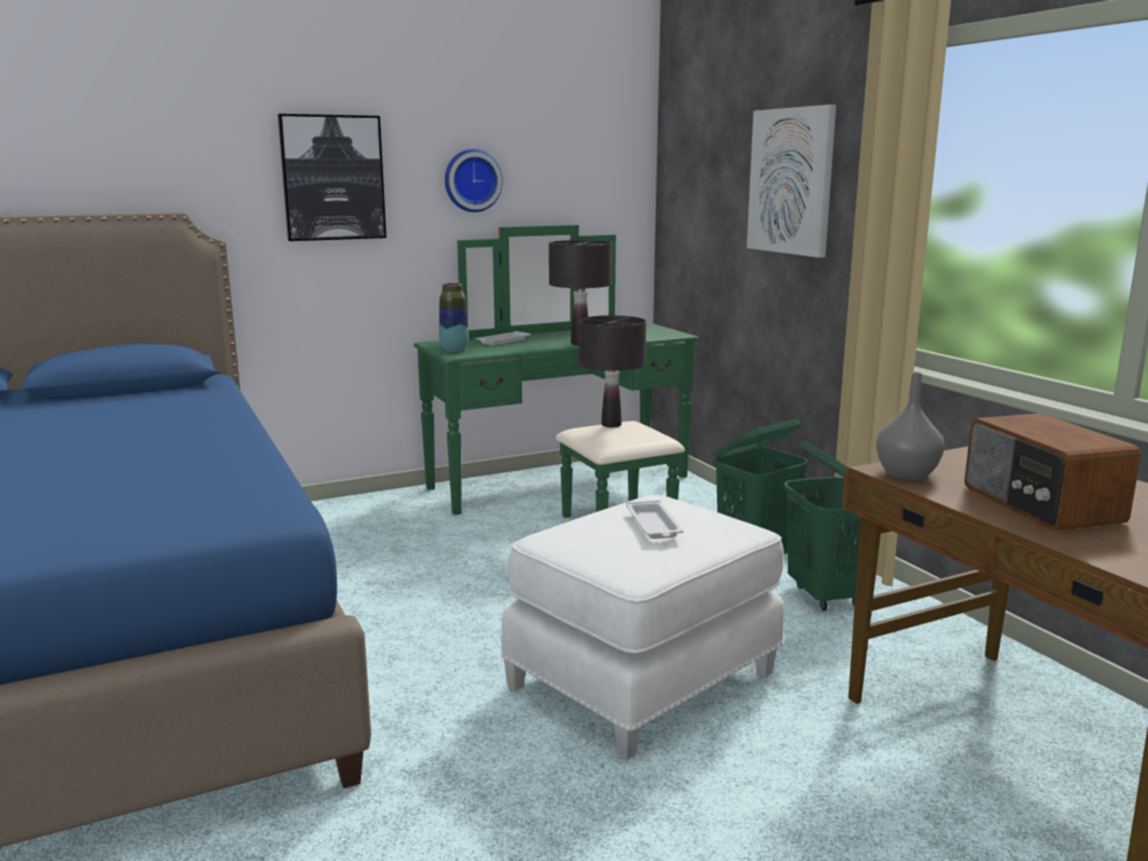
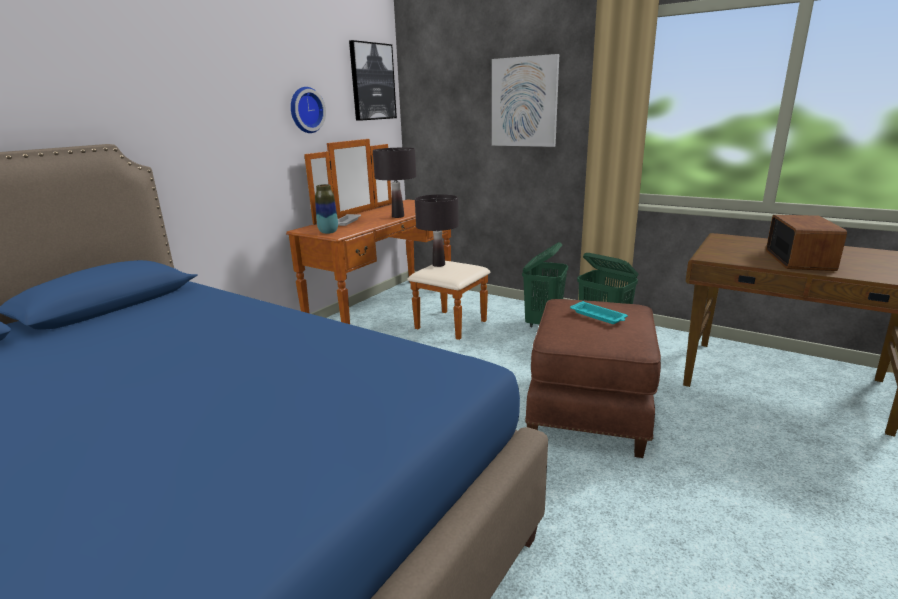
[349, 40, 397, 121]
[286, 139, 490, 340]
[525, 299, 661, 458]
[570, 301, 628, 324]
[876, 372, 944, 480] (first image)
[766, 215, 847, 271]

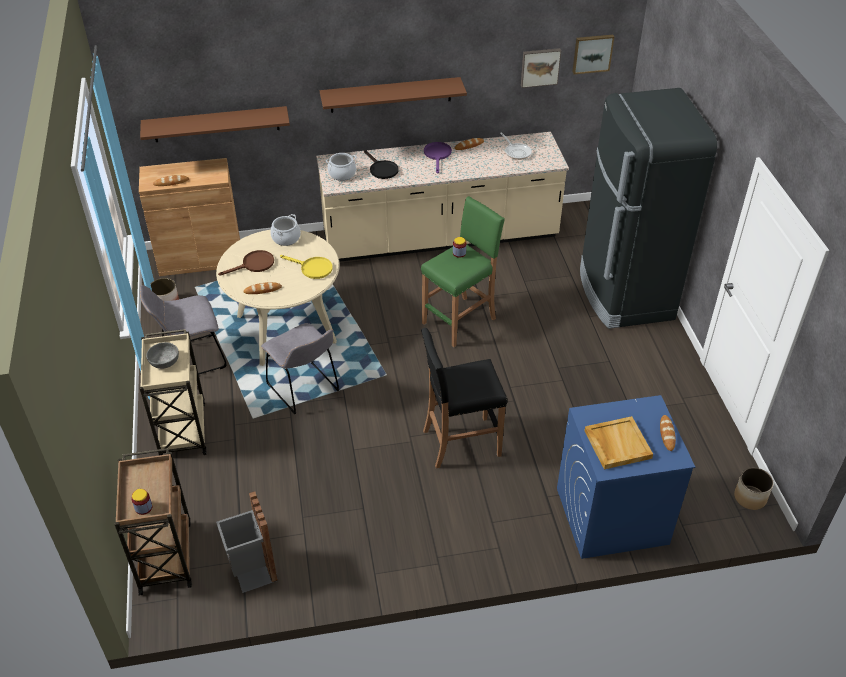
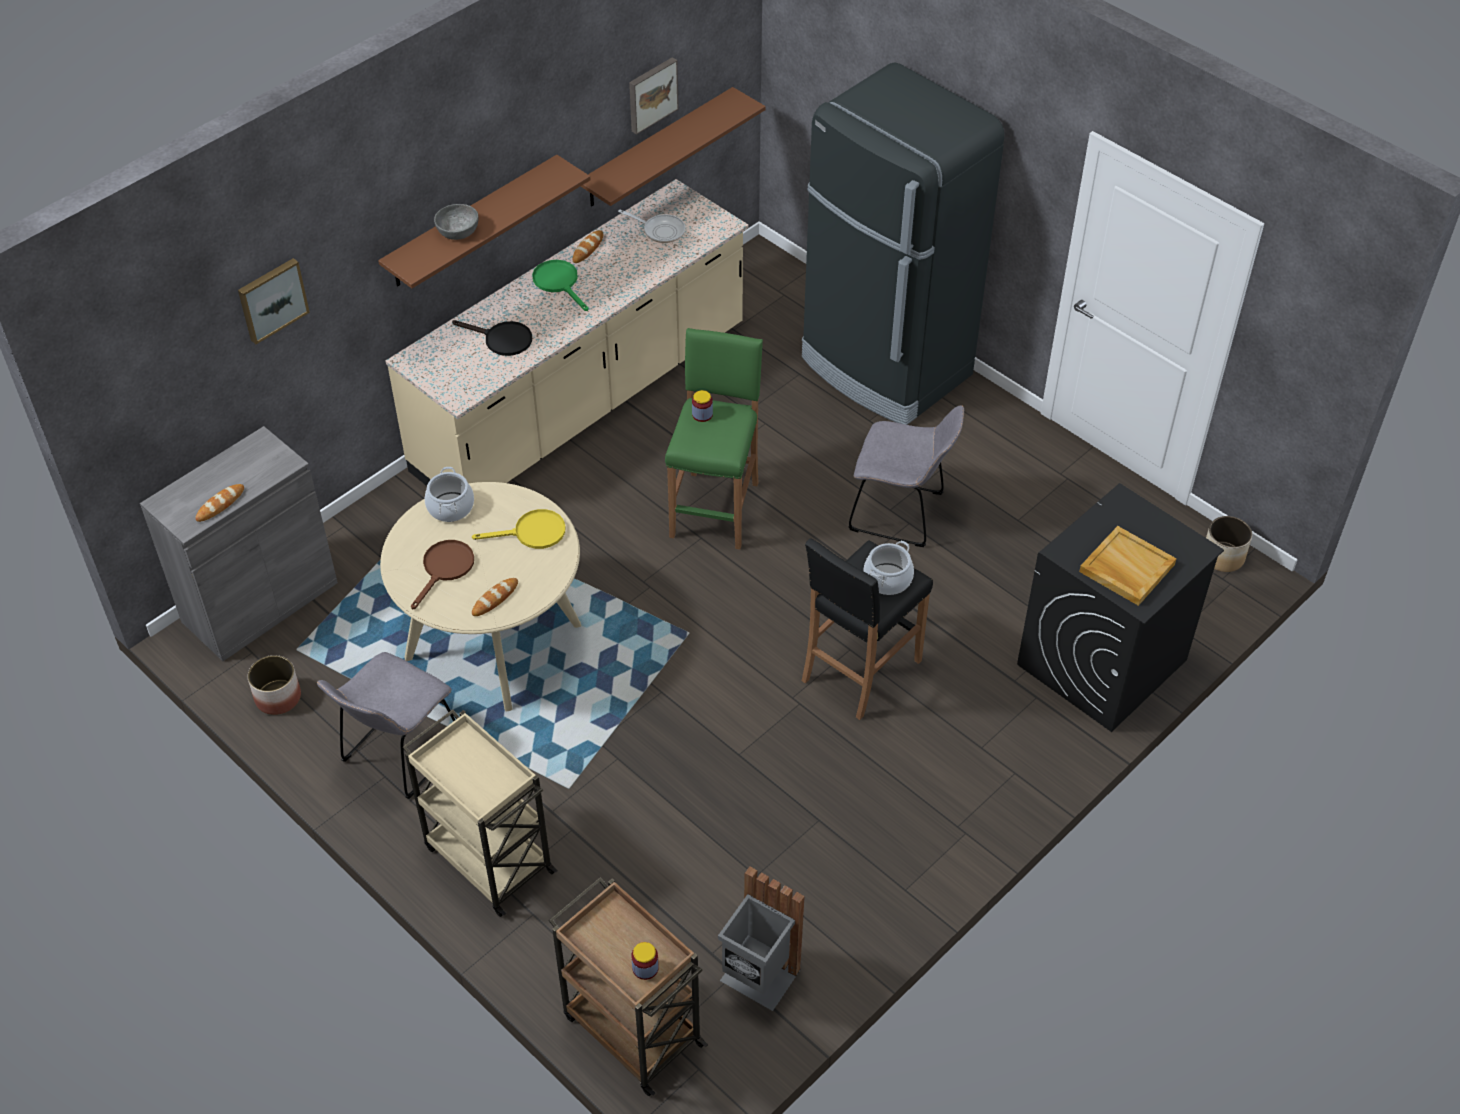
[140, 426, 338, 661]
[581, 87, 766, 206]
[434, 204, 479, 240]
[849, 405, 964, 547]
[863, 541, 914, 595]
[532, 260, 588, 311]
[1017, 483, 1224, 732]
[238, 258, 310, 344]
[660, 415, 676, 451] (first image)

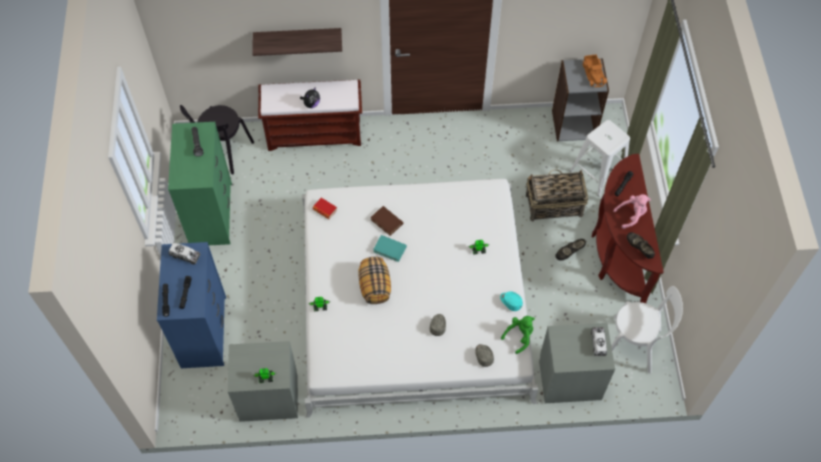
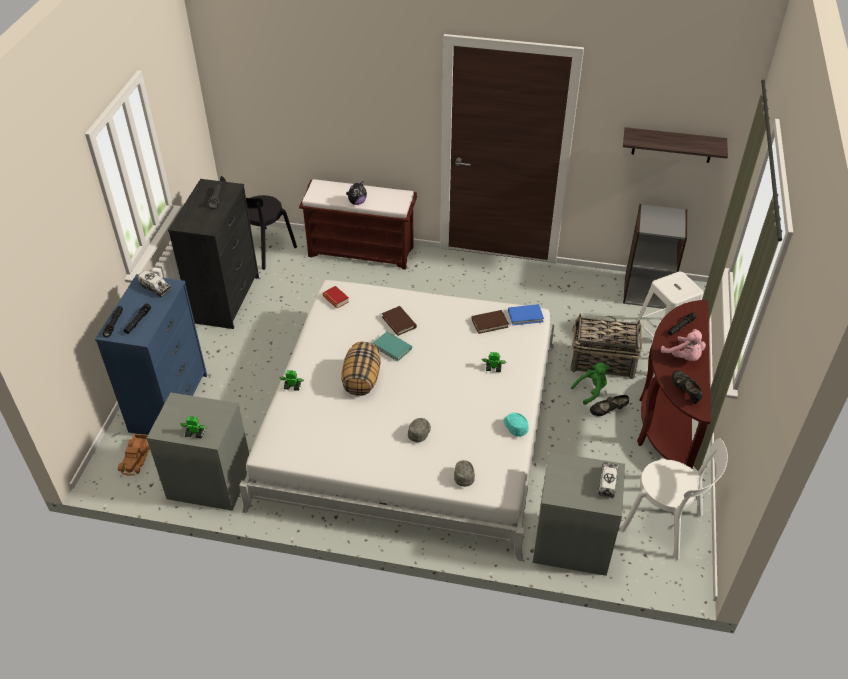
[168, 179, 259, 329]
[623, 127, 728, 163]
[571, 362, 610, 405]
[118, 434, 150, 475]
[661, 329, 706, 361]
[471, 310, 509, 334]
[508, 304, 544, 325]

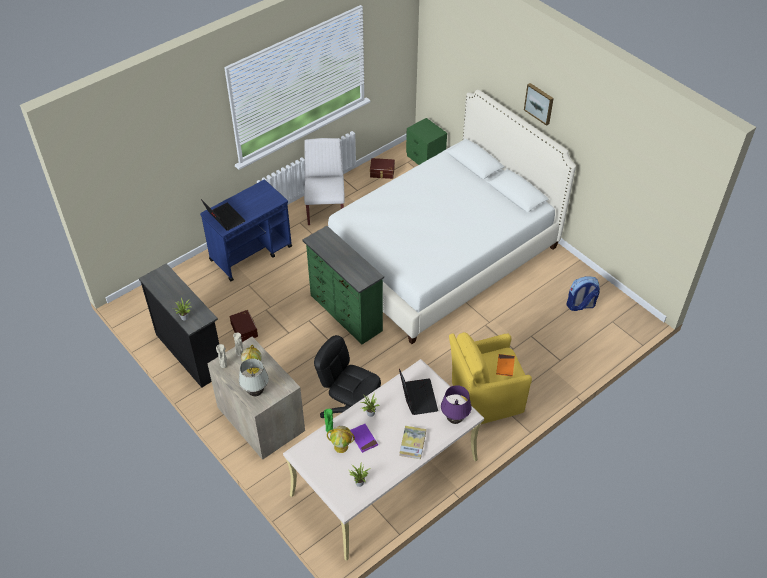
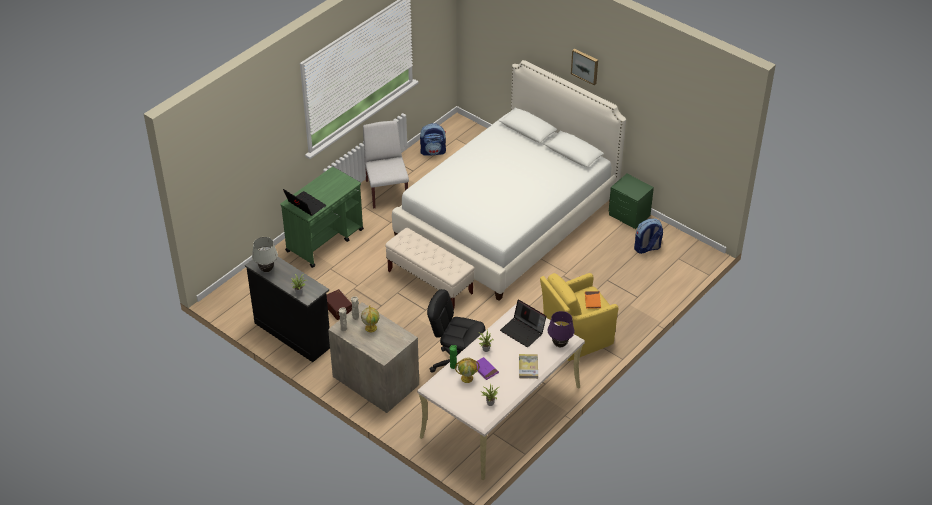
[280, 167, 364, 268]
[252, 237, 278, 272]
[385, 228, 475, 309]
[420, 123, 446, 156]
[500, 299, 546, 347]
[609, 174, 654, 229]

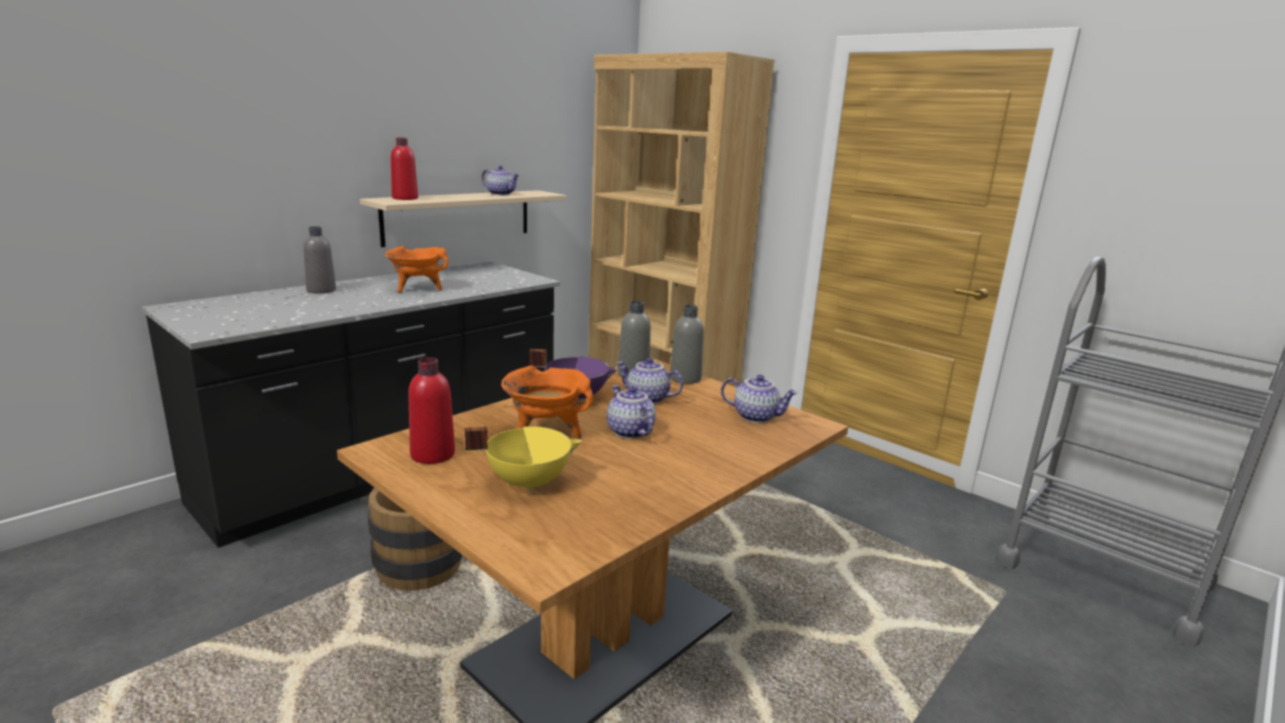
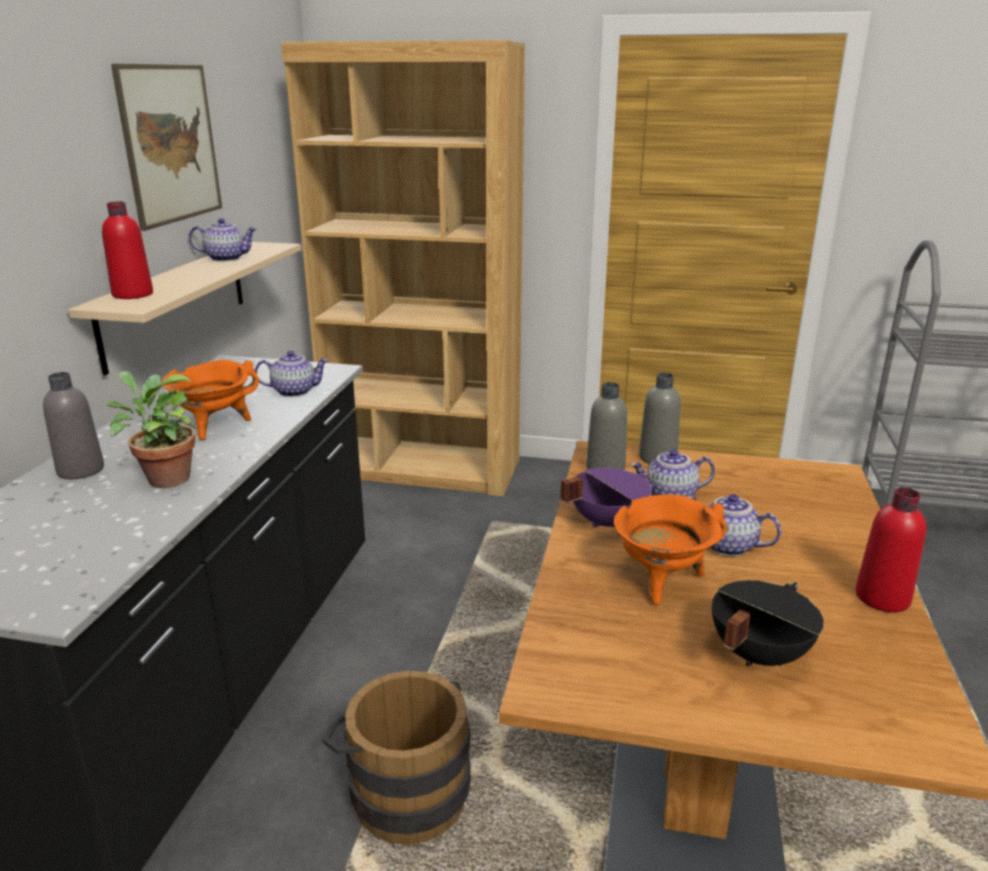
[856, 487, 926, 612]
[712, 580, 824, 667]
[254, 351, 329, 397]
[106, 371, 199, 488]
[111, 64, 222, 231]

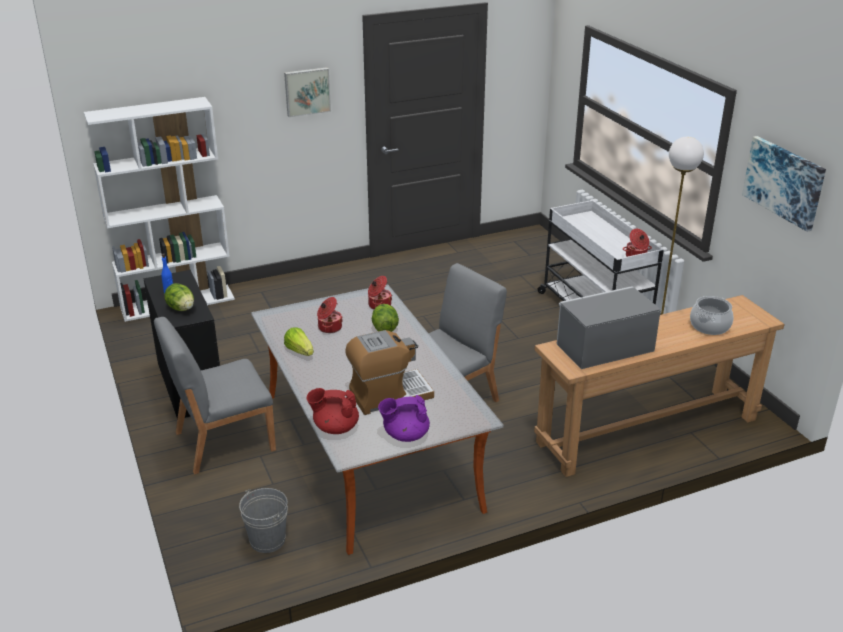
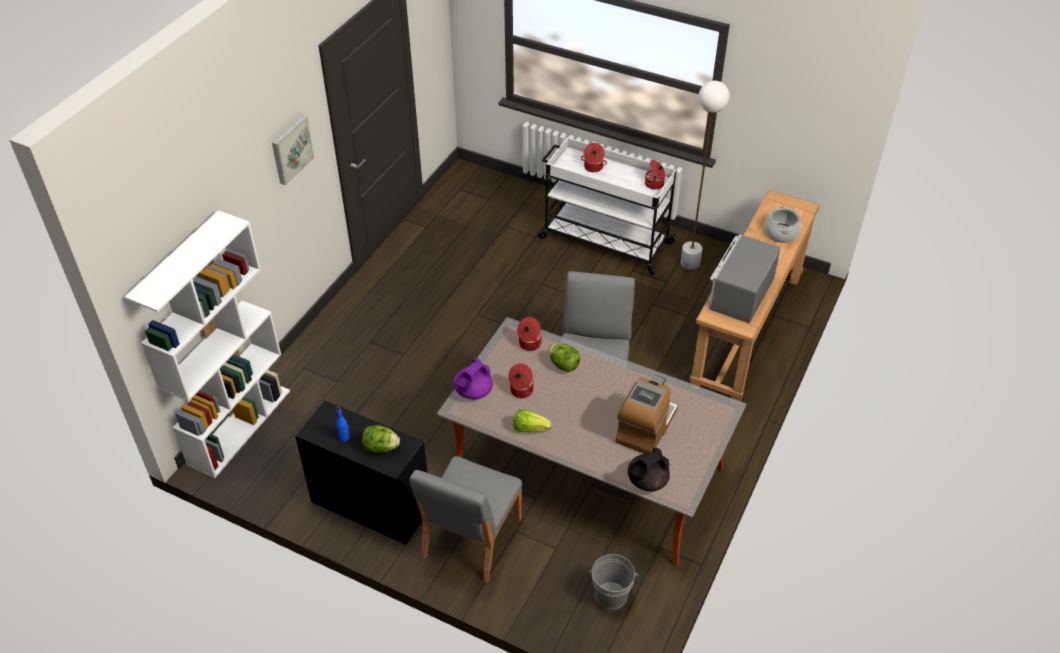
[628, 447, 670, 491]
[454, 358, 493, 399]
[742, 136, 826, 232] (first image)
[581, 143, 607, 172]

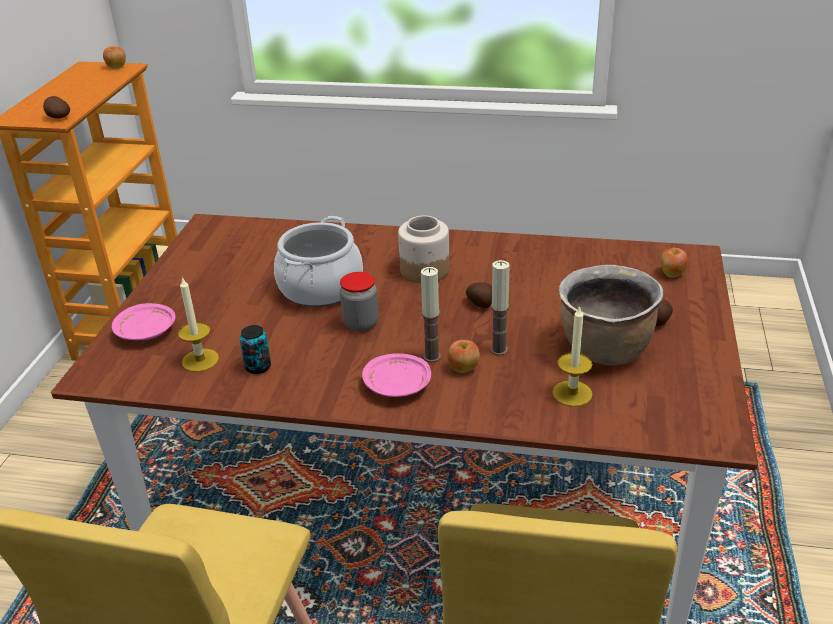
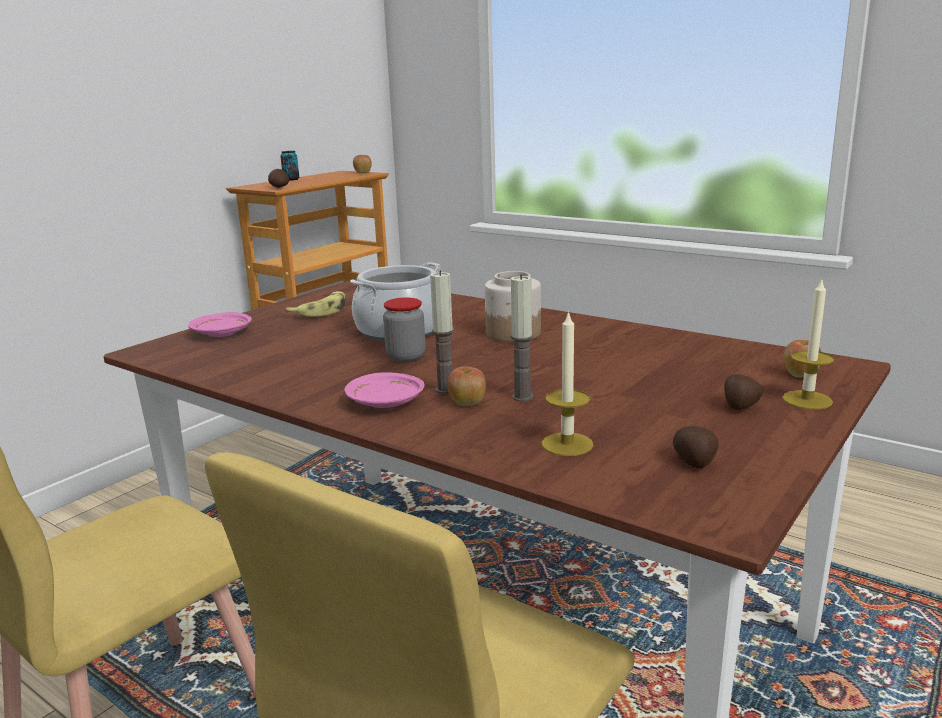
[782, 277, 835, 409]
[280, 151, 299, 181]
[673, 426, 719, 468]
[559, 265, 663, 365] (first image)
[285, 291, 345, 317]

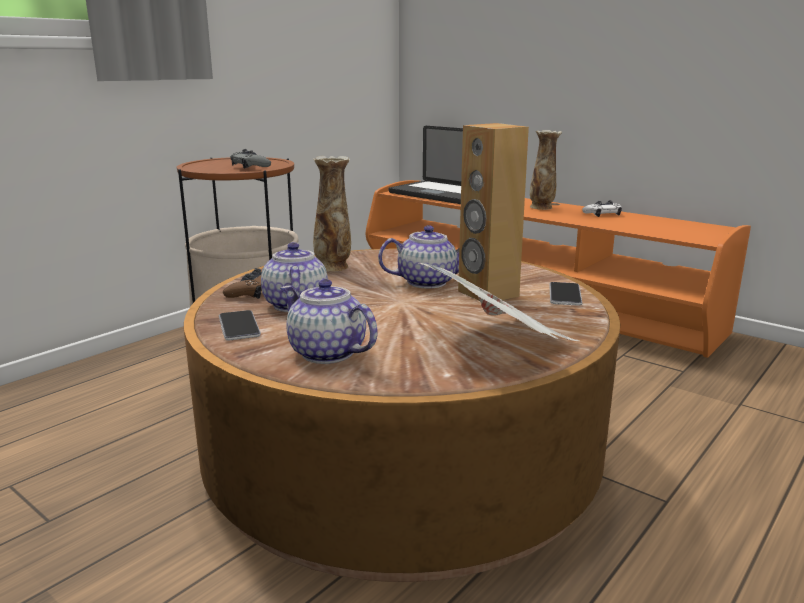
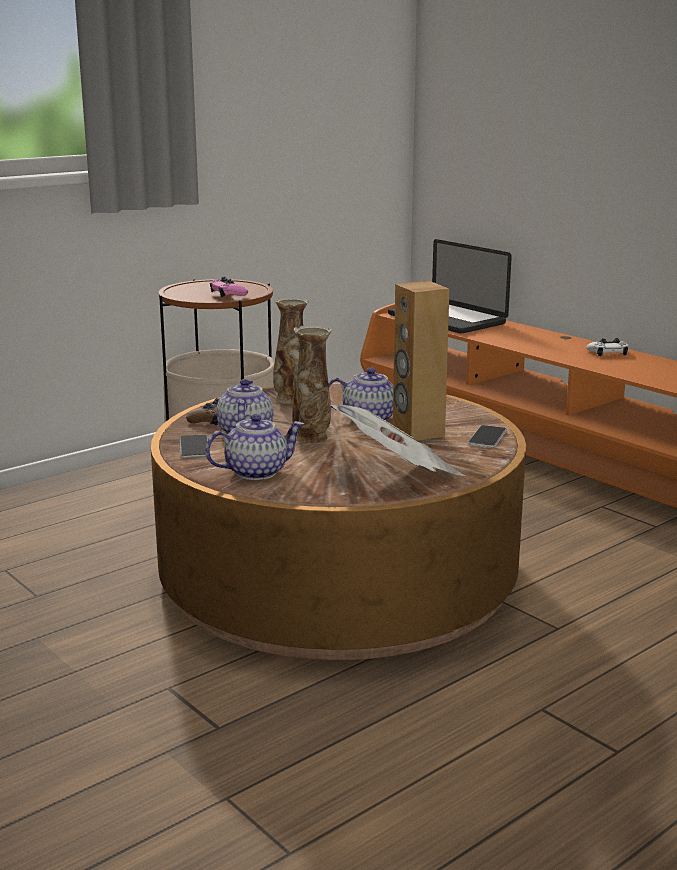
[210, 276, 248, 297]
[205, 414, 304, 480]
[292, 325, 332, 444]

